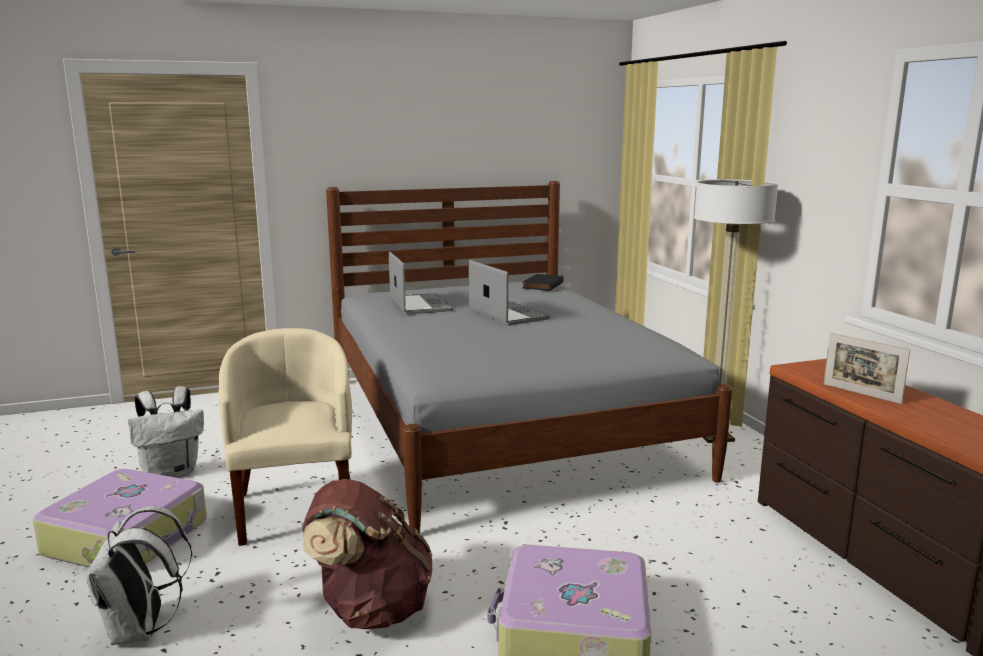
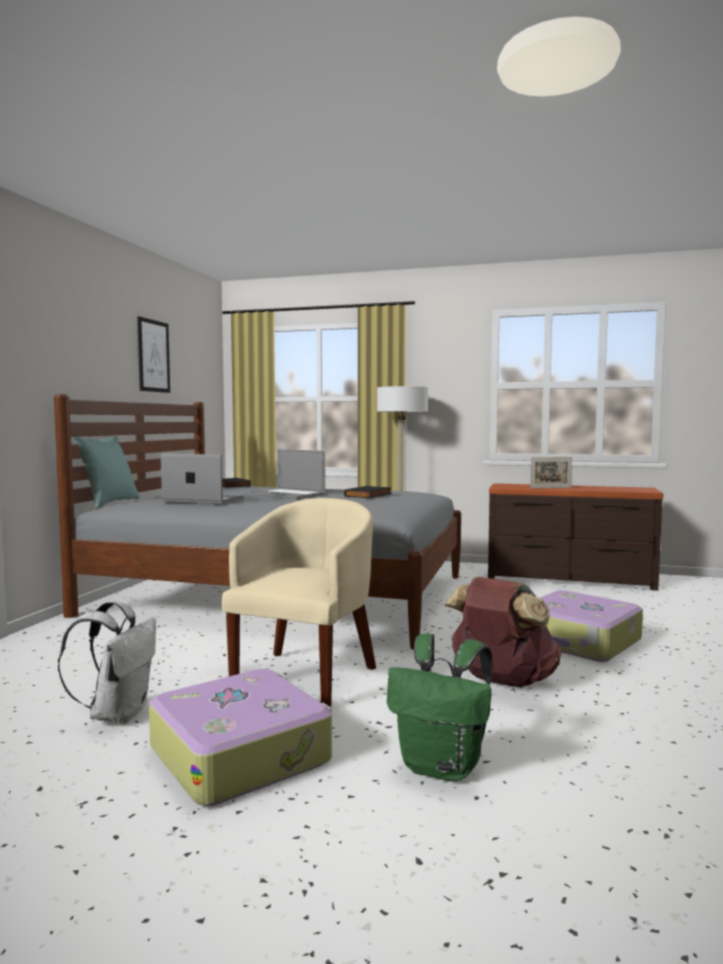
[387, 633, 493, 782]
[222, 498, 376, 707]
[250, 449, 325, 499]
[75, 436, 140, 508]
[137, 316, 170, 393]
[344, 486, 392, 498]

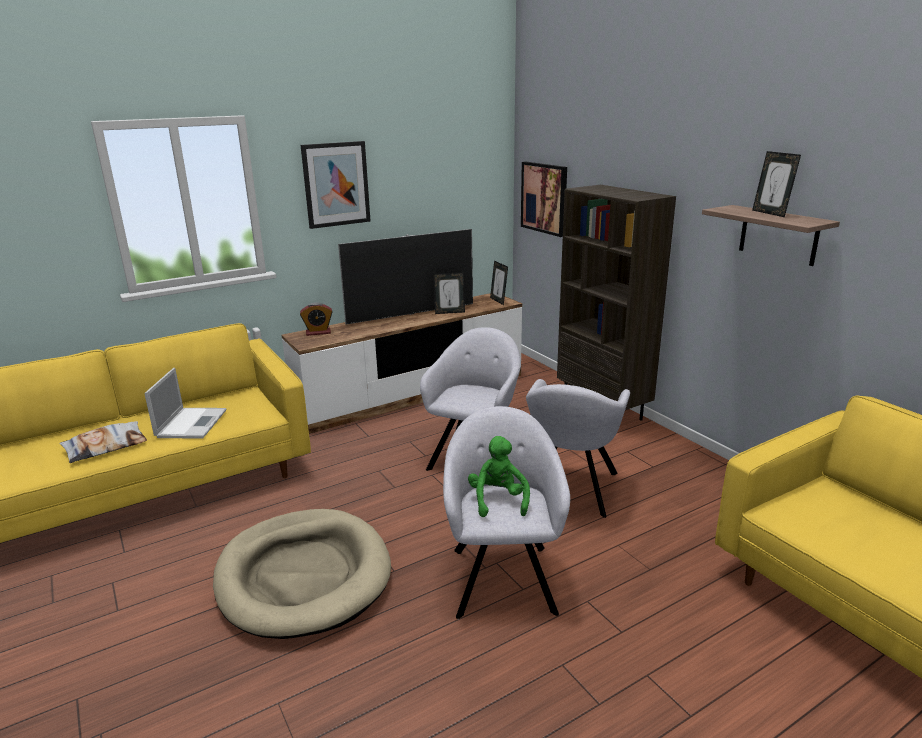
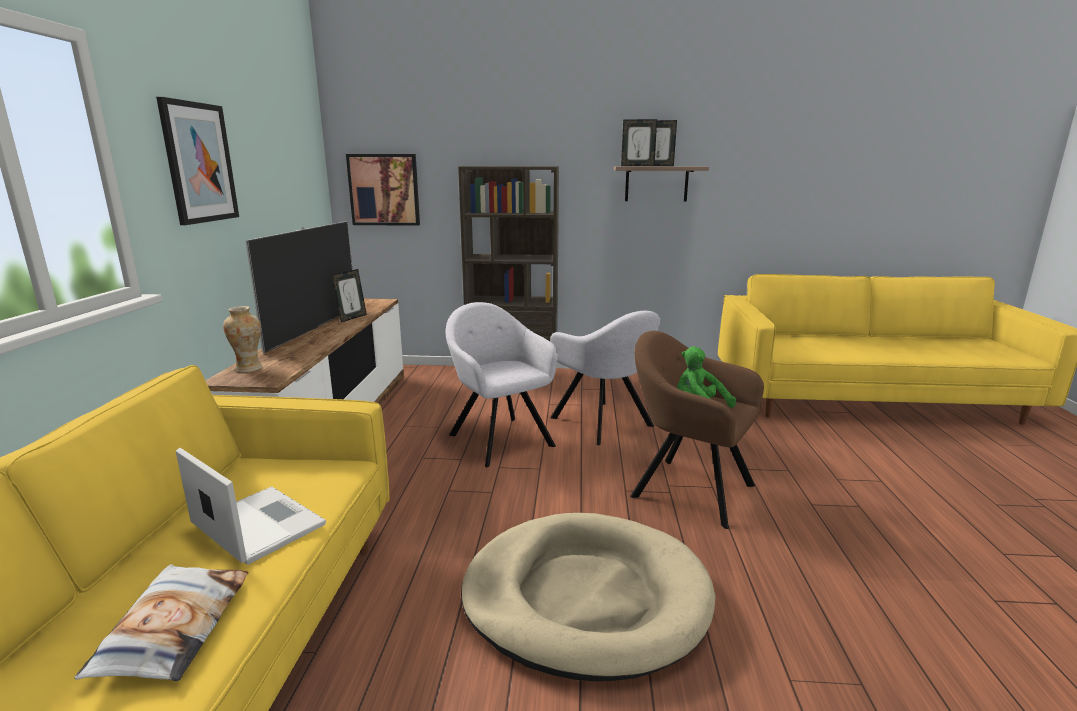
[223, 306, 262, 372]
[630, 331, 764, 529]
[621, 119, 657, 166]

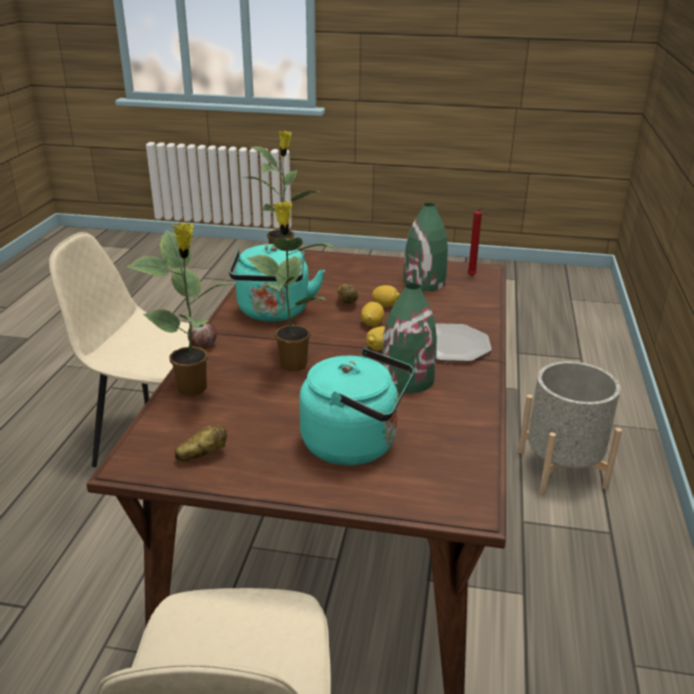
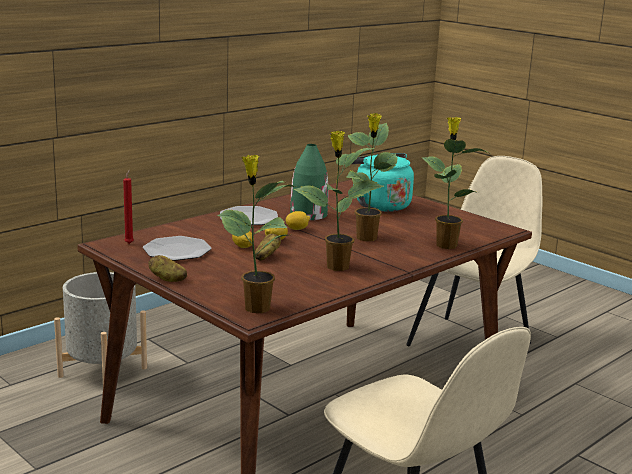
[148, 255, 187, 282]
[188, 323, 216, 349] (first image)
[293, 130, 384, 271]
[143, 236, 211, 261]

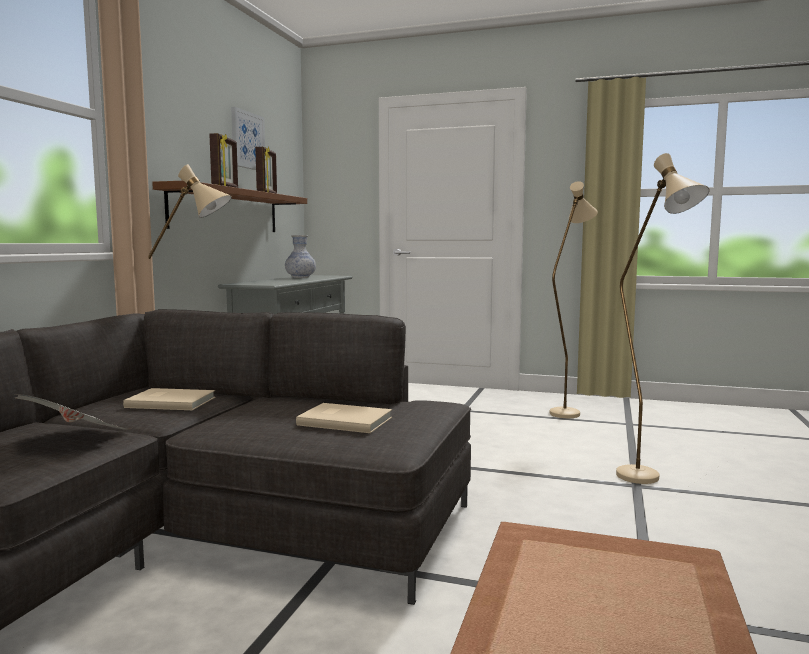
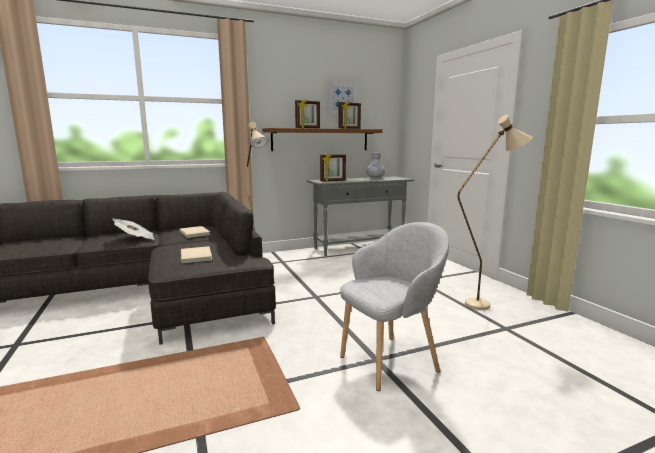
[340, 222, 449, 391]
[320, 154, 346, 182]

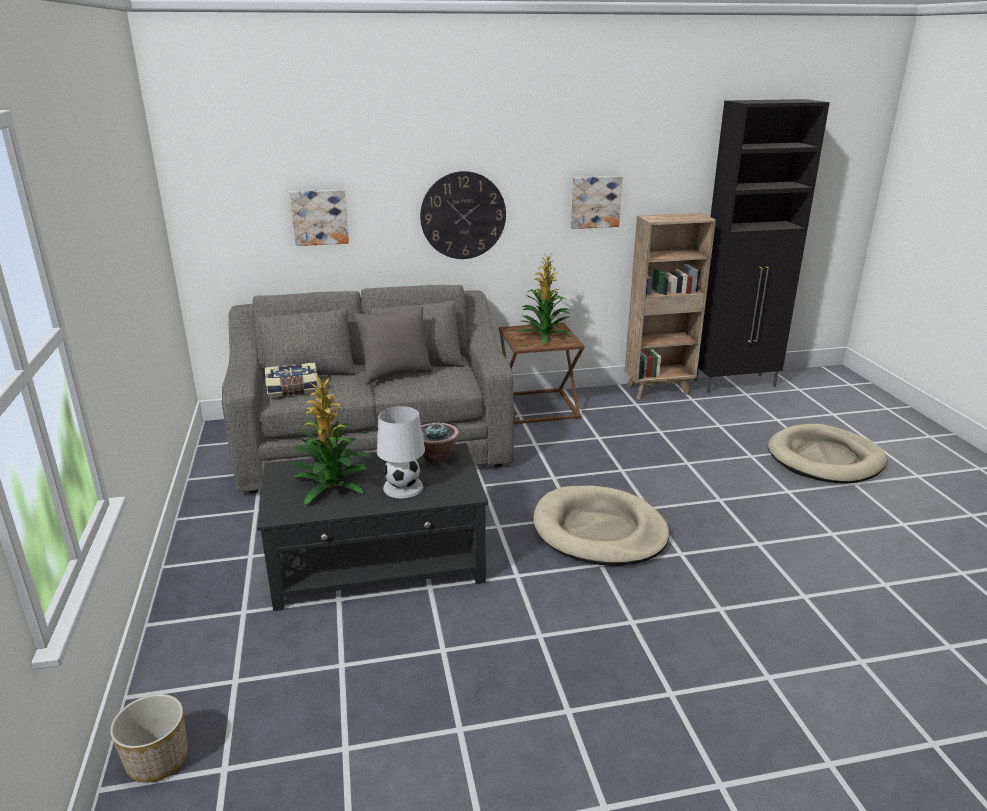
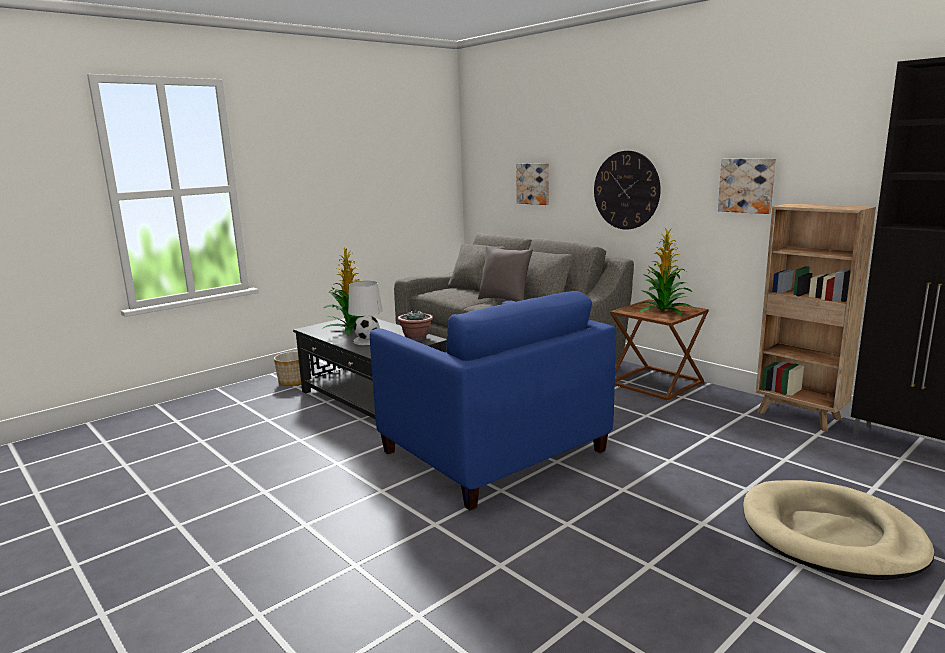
[274, 351, 301, 386]
[265, 362, 319, 397] (first image)
[370, 291, 616, 510]

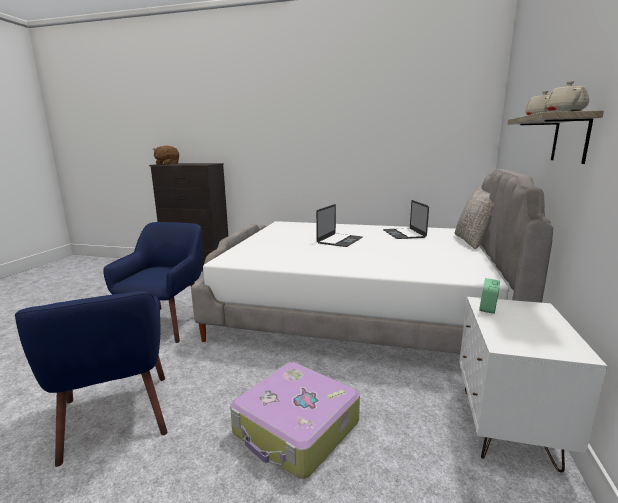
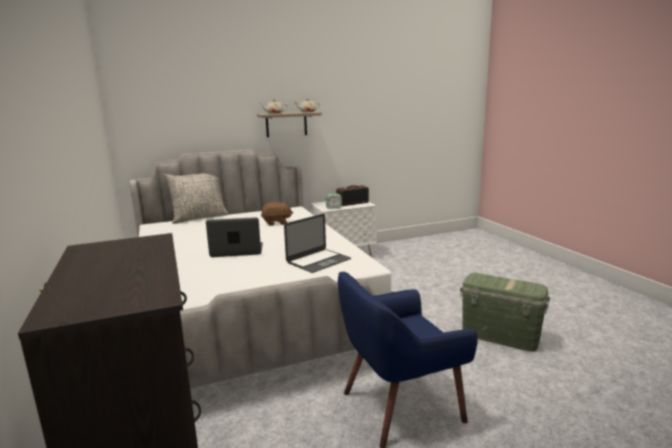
[460, 273, 550, 352]
[261, 202, 293, 226]
[230, 362, 360, 479] (first image)
[284, 214, 351, 273]
[336, 185, 369, 206]

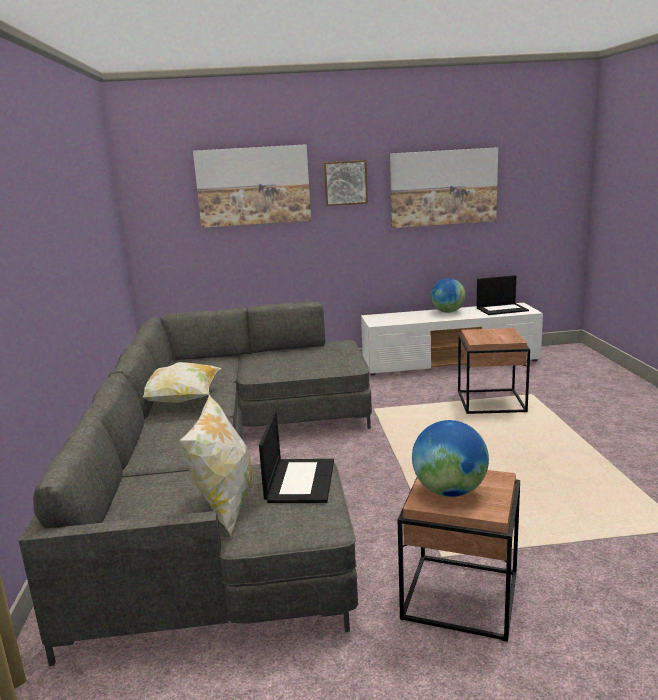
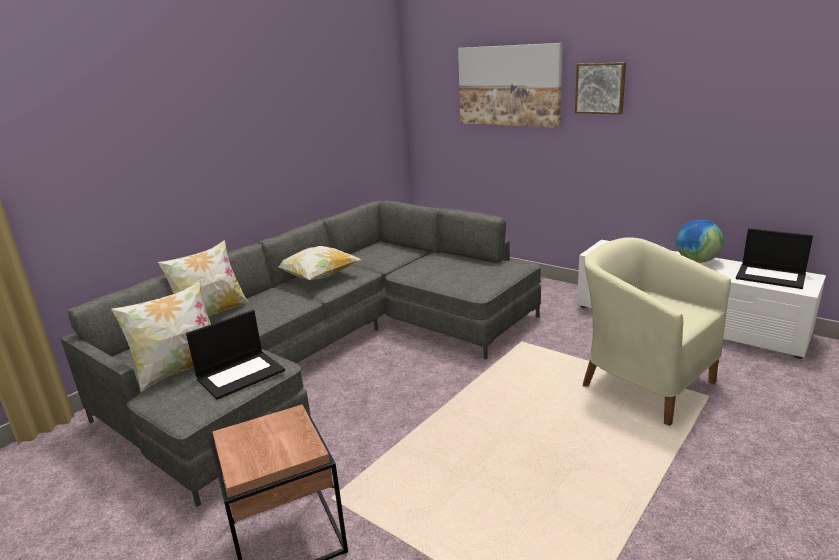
[390, 147, 498, 228] (first image)
[412, 420, 489, 497] (first image)
[583, 237, 731, 426]
[158, 240, 249, 317]

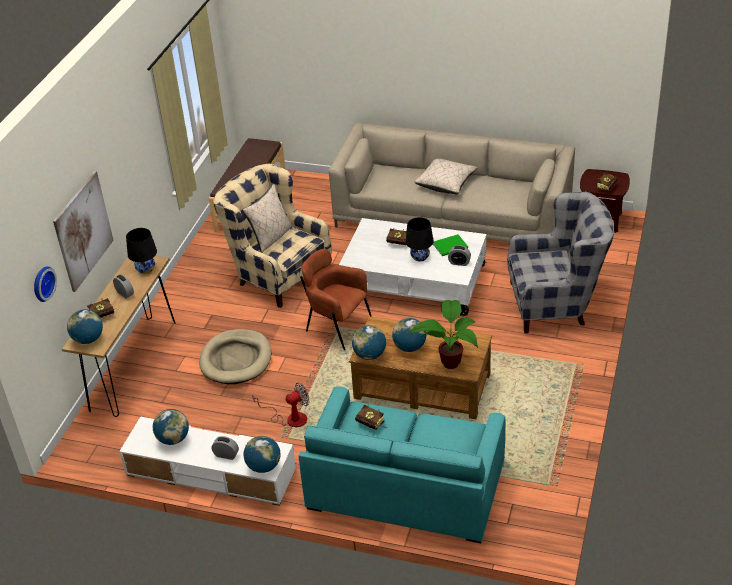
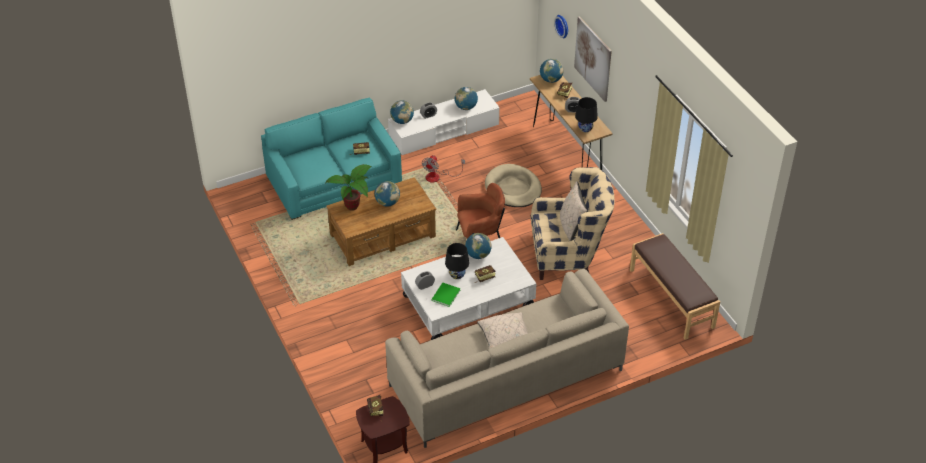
[465, 233, 492, 259]
[507, 192, 614, 333] (first image)

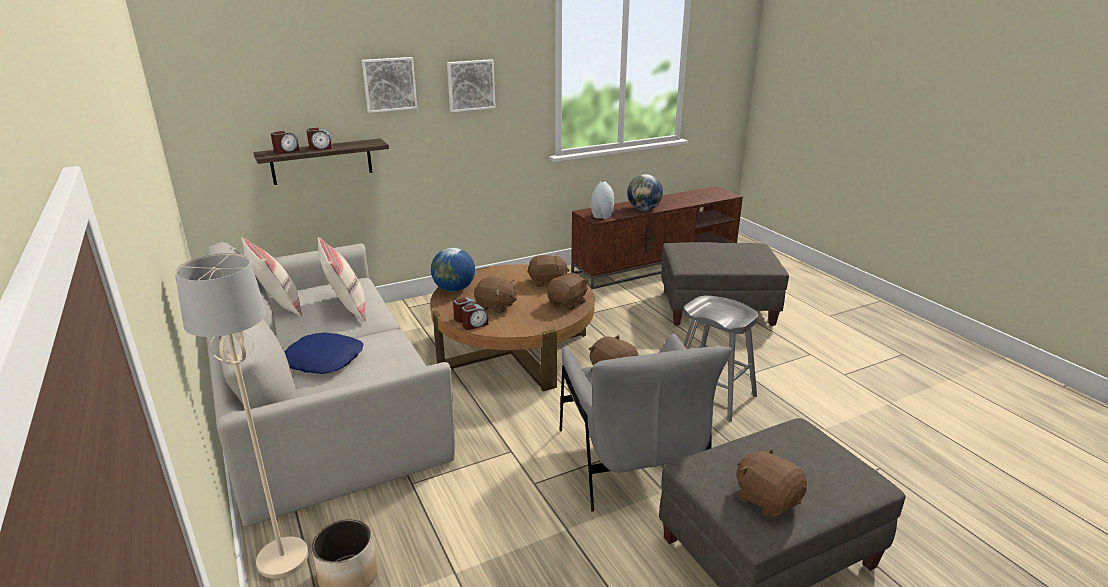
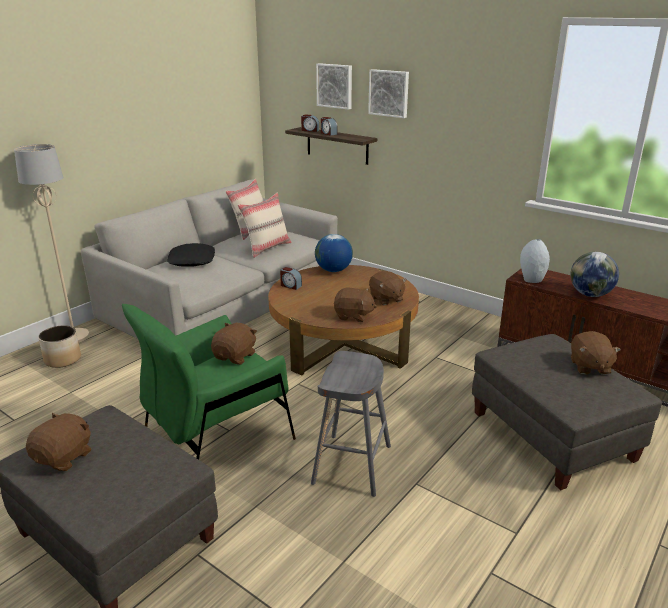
[167, 243, 215, 267]
[316, 63, 352, 110]
[461, 304, 488, 330] (first image)
[571, 331, 621, 375]
[122, 304, 296, 460]

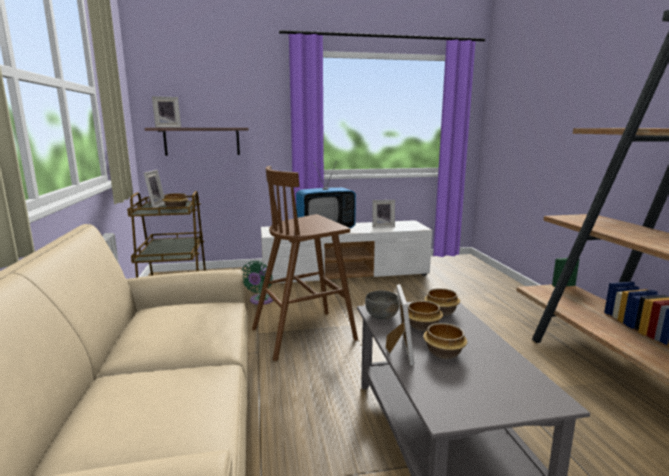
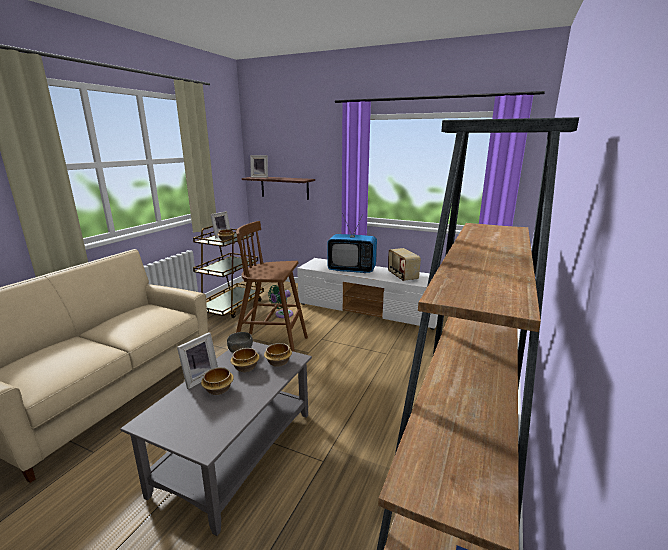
[388, 248, 421, 281]

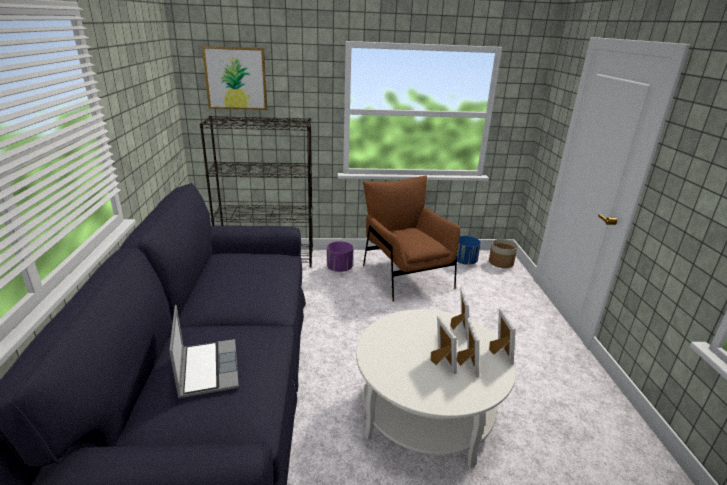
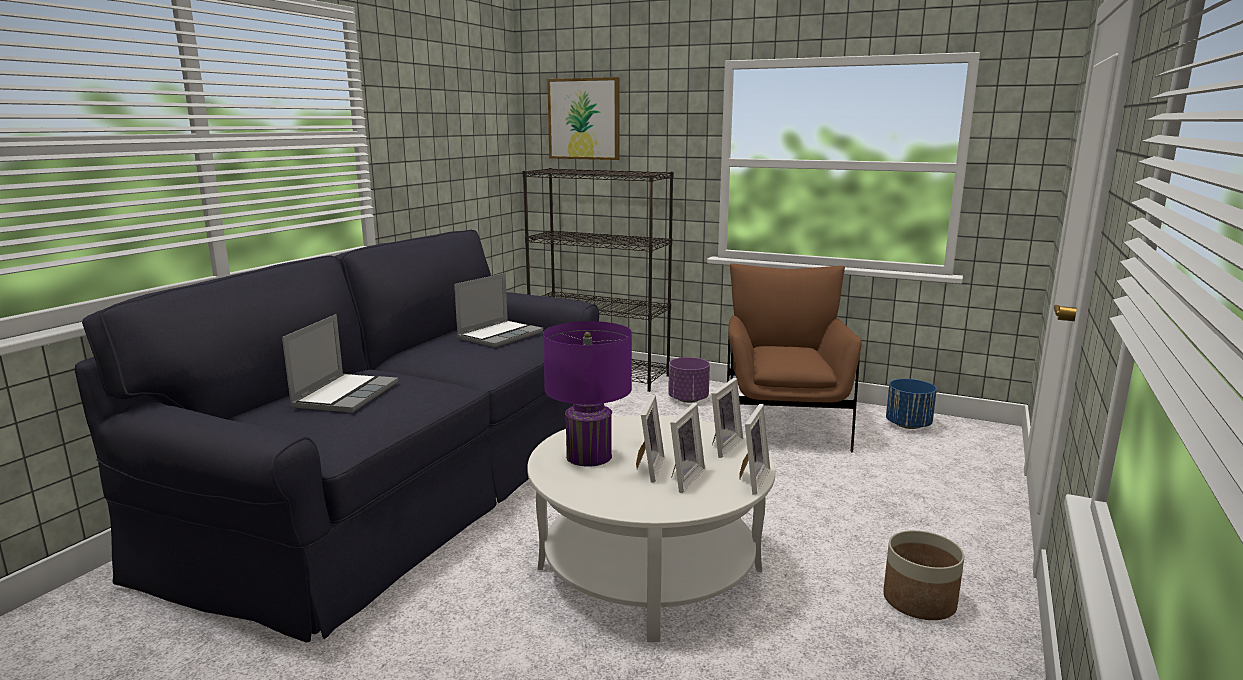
[883, 530, 964, 620]
[454, 273, 543, 347]
[543, 321, 632, 467]

